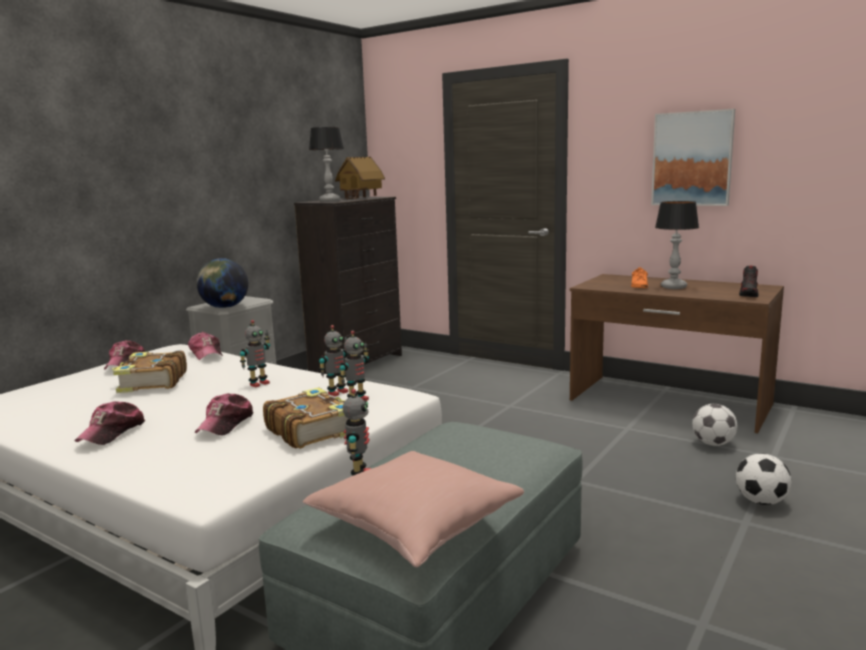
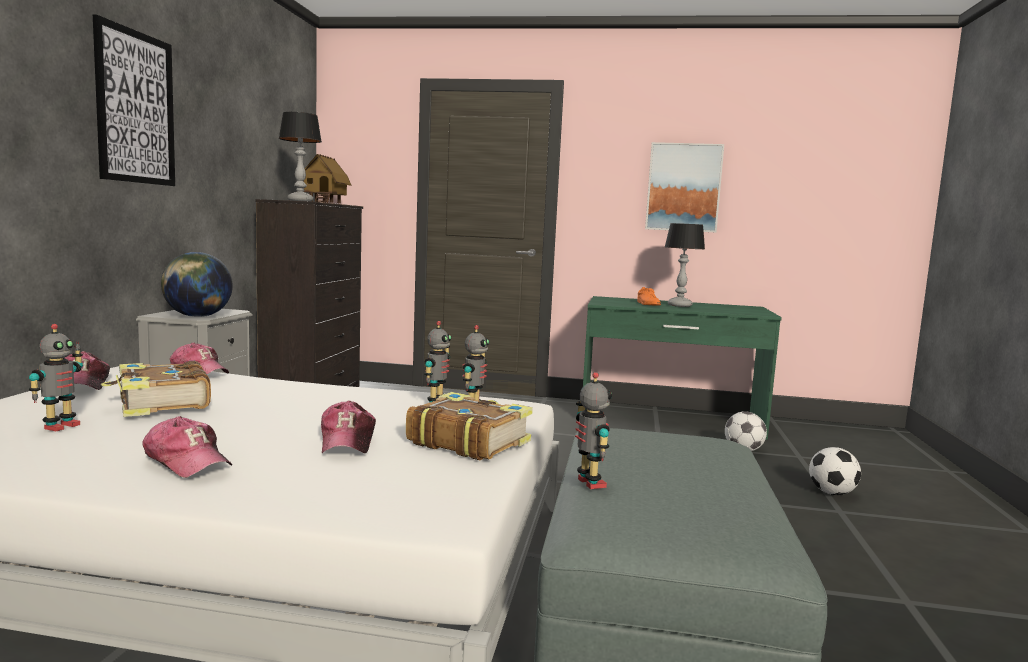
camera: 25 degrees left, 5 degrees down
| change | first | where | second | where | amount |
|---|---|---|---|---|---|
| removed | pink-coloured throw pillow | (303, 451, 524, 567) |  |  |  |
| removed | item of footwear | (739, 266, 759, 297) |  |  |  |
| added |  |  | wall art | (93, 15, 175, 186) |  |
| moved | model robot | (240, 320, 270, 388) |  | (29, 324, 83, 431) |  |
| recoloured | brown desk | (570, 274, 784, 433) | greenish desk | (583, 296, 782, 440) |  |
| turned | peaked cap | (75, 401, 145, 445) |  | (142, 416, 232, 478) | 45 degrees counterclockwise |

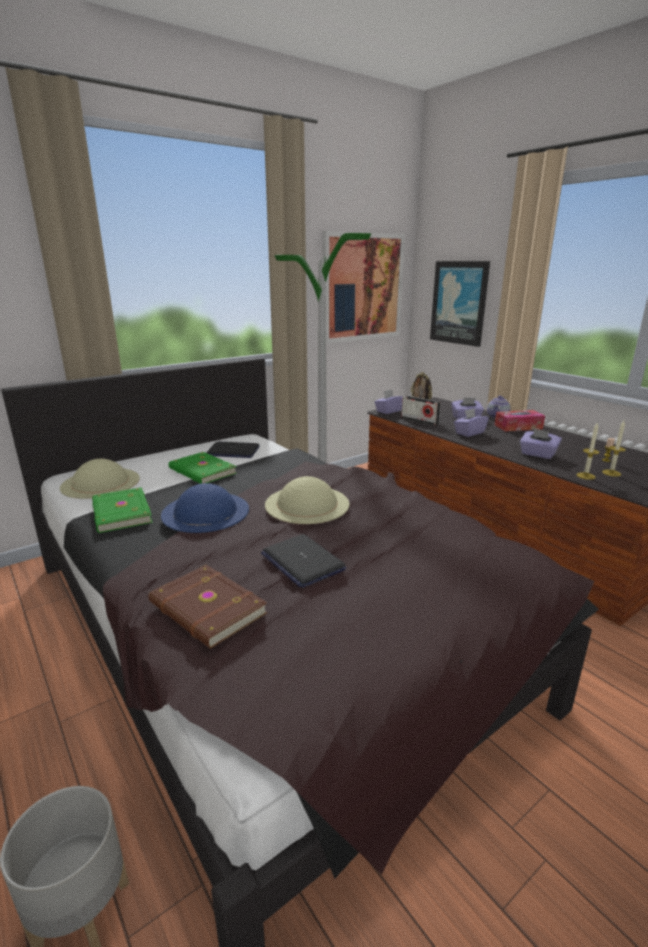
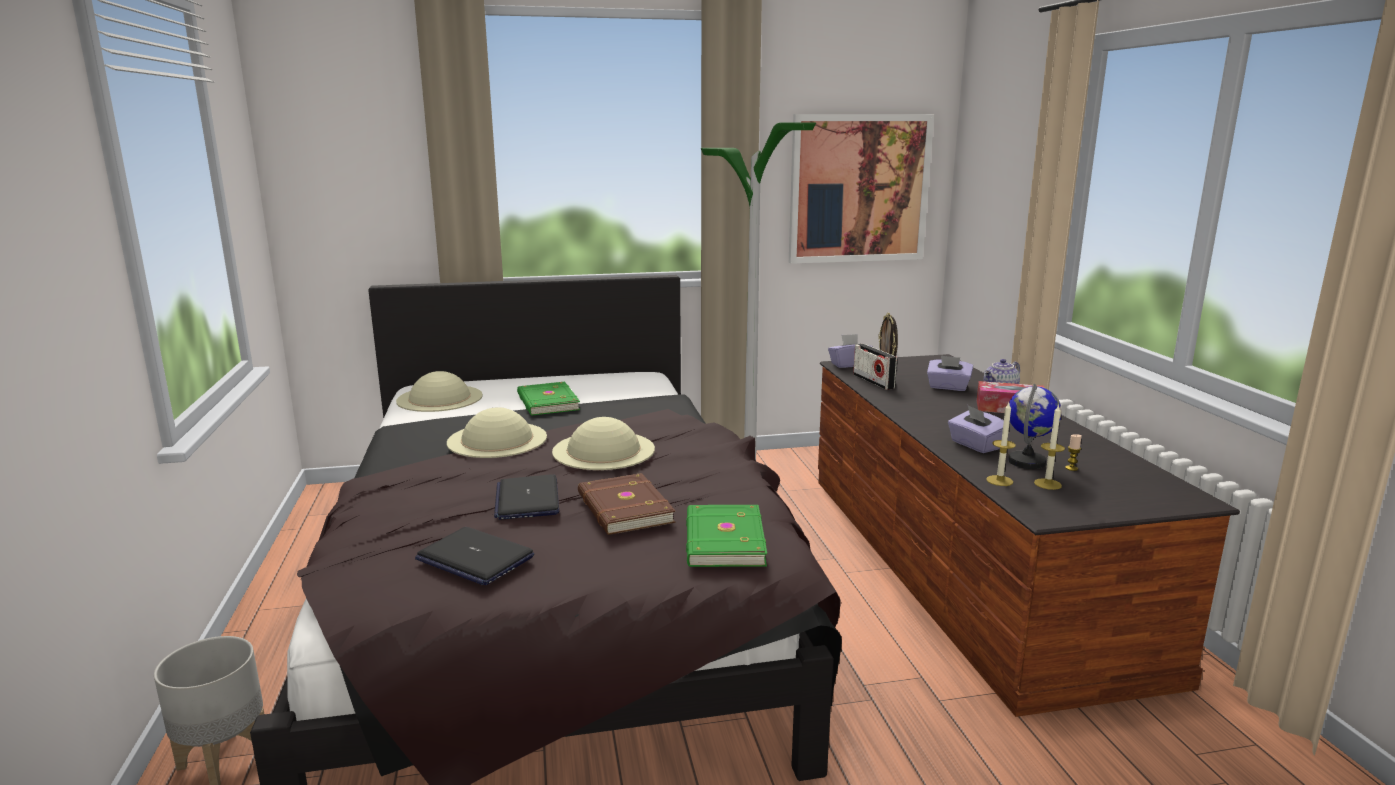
camera: 25 degrees right, 5 degrees down
| change | first | where | second | where | amount |
|---|---|---|---|---|---|
| removed | wall art | (430, 261, 490, 347) |  |  |  |
| removed | purplish box of tissues | (454, 408, 489, 437) |  |  |  |
| added |  |  | desk globe | (1008, 384, 1062, 469) |  |
| moved | greenish bound book | (92, 487, 153, 533) |  | (686, 505, 767, 567) |  |
| moved | brown bound book | (149, 565, 267, 649) |  | (578, 473, 676, 535) |  |
| moved | notebook computer | (206, 442, 259, 458) |  | (415, 527, 534, 585) |  |
| recoloured | blue clothing hat | (161, 483, 249, 533) | sand-coloured clothing hat | (447, 407, 547, 458) |  |

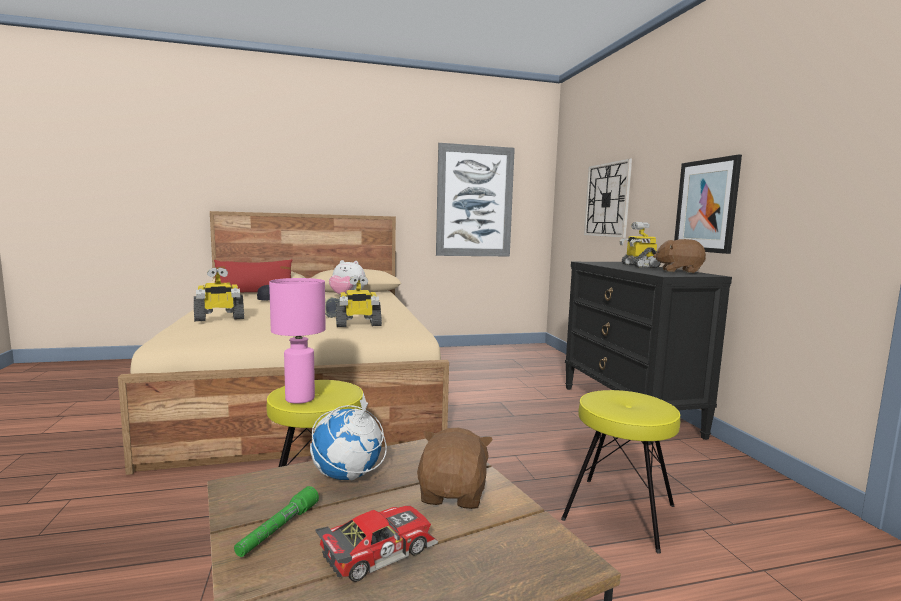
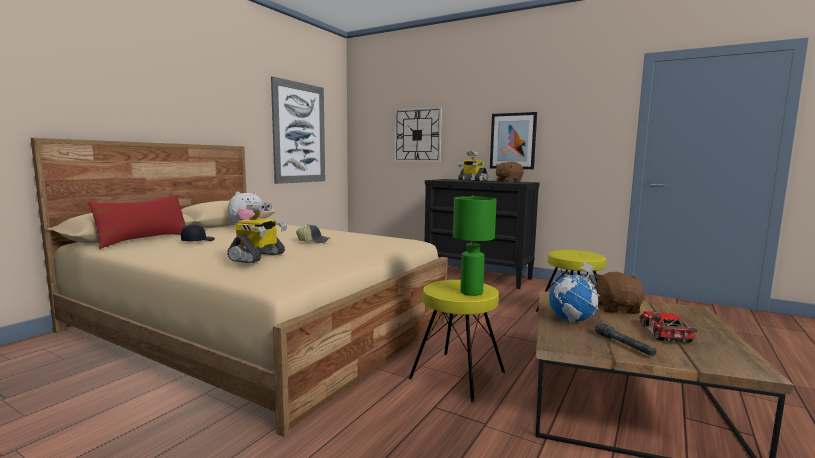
camera: 45 degrees left, 0 degrees up
| change | first | where | second | where | amount |
|---|---|---|---|---|---|
| removed | model robot | (336, 275, 382, 327) |  |  |  |
| recoloured | greenish flashlight | (234, 486, 319, 557) | grey flashlight | (595, 322, 657, 357) |  |
| recoloured | pink-coloured table lamp | (269, 278, 326, 404) | greenish table lamp | (453, 196, 497, 296) |  |
| turned | brown cuddly toy | (417, 428, 493, 509) |  | (594, 272, 644, 314) | 45 degrees clockwise |

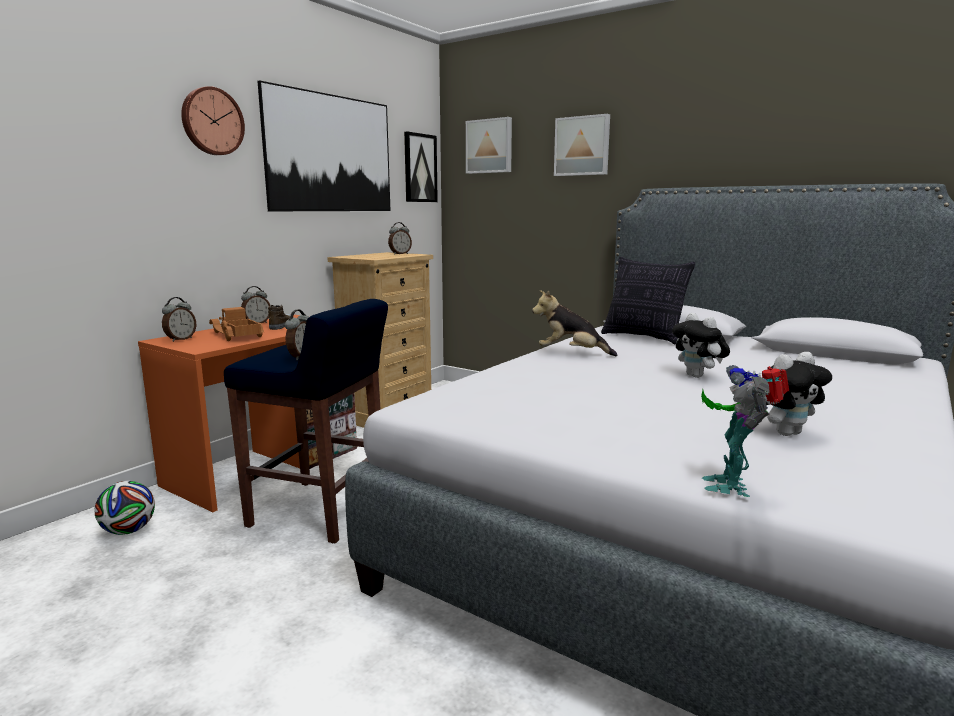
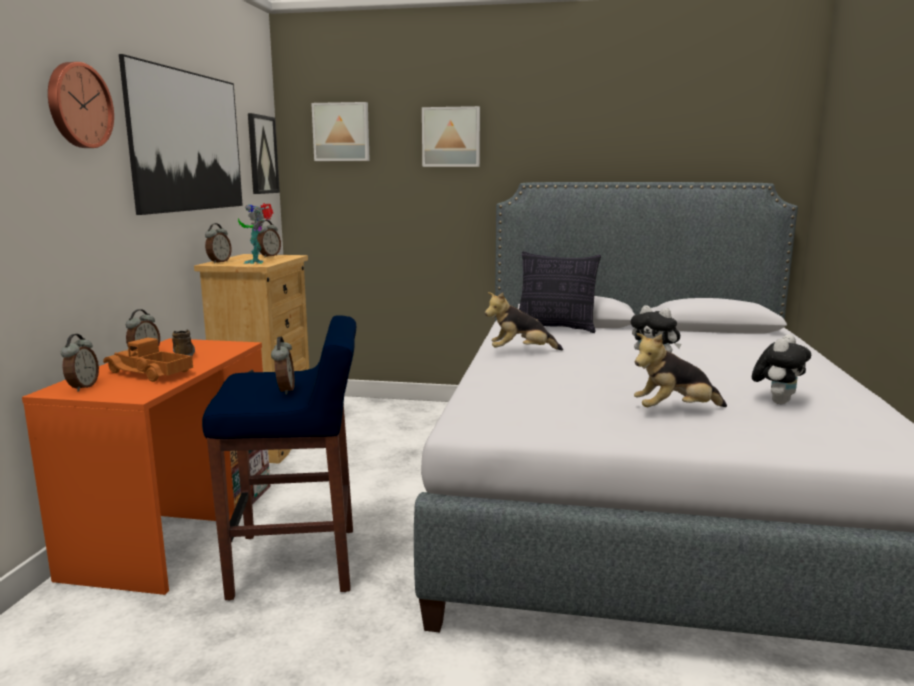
camera: 25 degrees left, 0 degrees up
| change | first | where | second | where | amount |
|---|---|---|---|---|---|
| removed | football ball | (95, 481, 155, 535) |  |  |  |
| added |  |  | alarm clock | (205, 223, 232, 263) |  |
| added |  |  | cuddly toy | (634, 333, 727, 407) |  |
| moved | model robot | (701, 365, 789, 497) |  | (238, 203, 273, 264) |  |

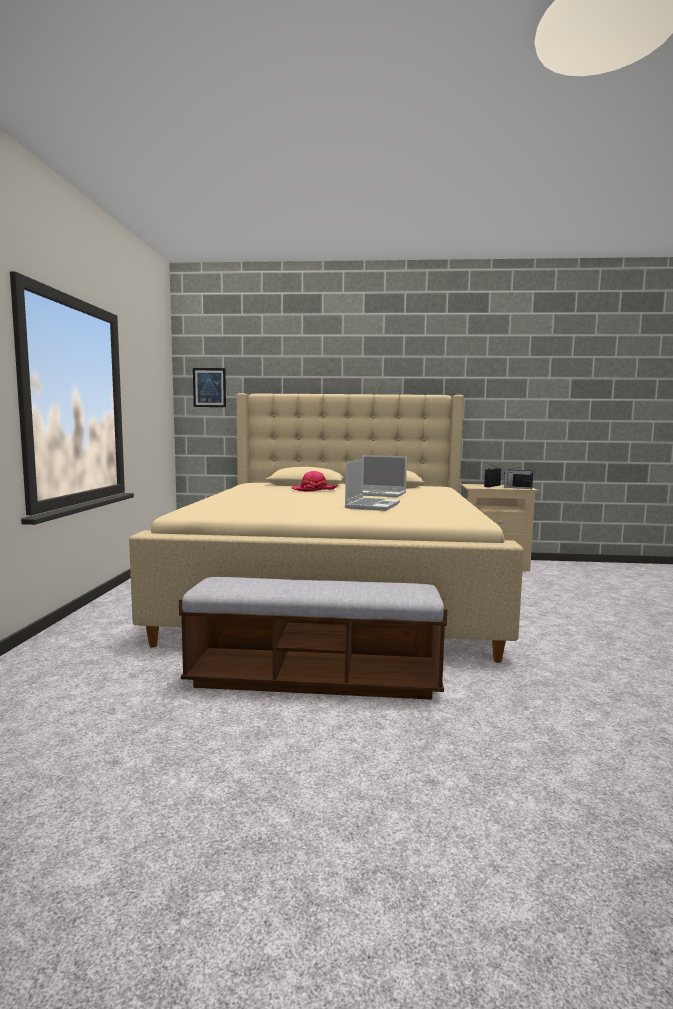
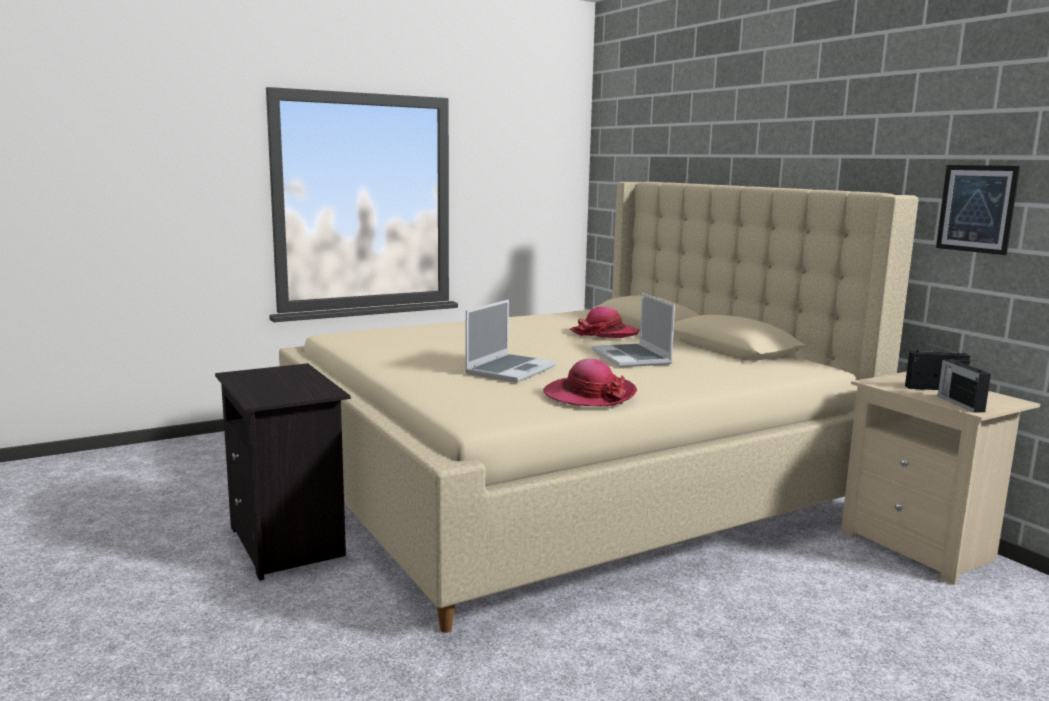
camera: 55 degrees right, 5 degrees up
| change | first | where | second | where | amount |
|---|---|---|---|---|---|
| added |  |  | clothing hat | (543, 358, 637, 406) |  |
| moved | wall art | (193, 368, 226, 407) |  | (936, 165, 1020, 255) |  |
| replaced | bench | (179, 577, 447, 700) | black nightstand | (215, 363, 351, 581) |  |
| turned | notebook computer | (345, 459, 400, 511) |  | (465, 299, 556, 383) | 45 degrees counterclockwise |

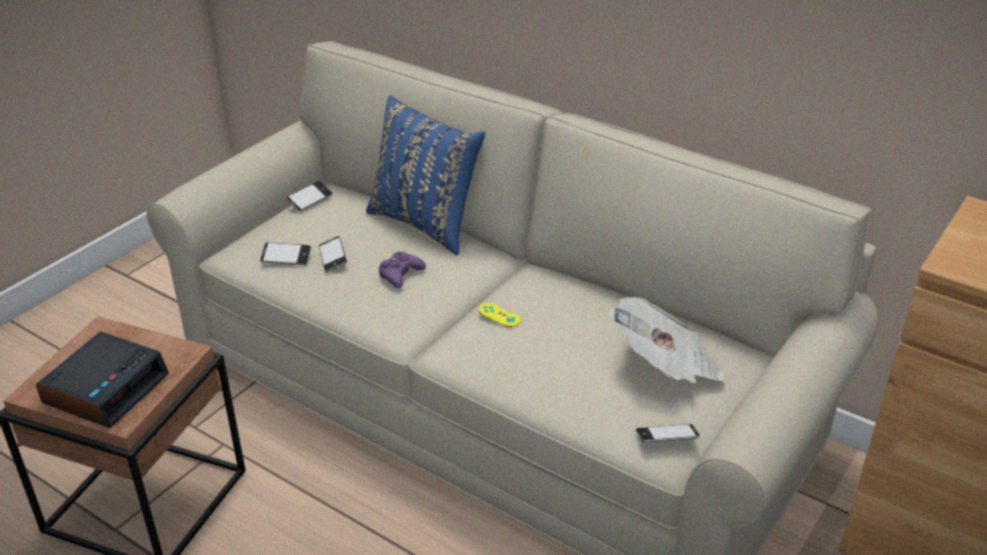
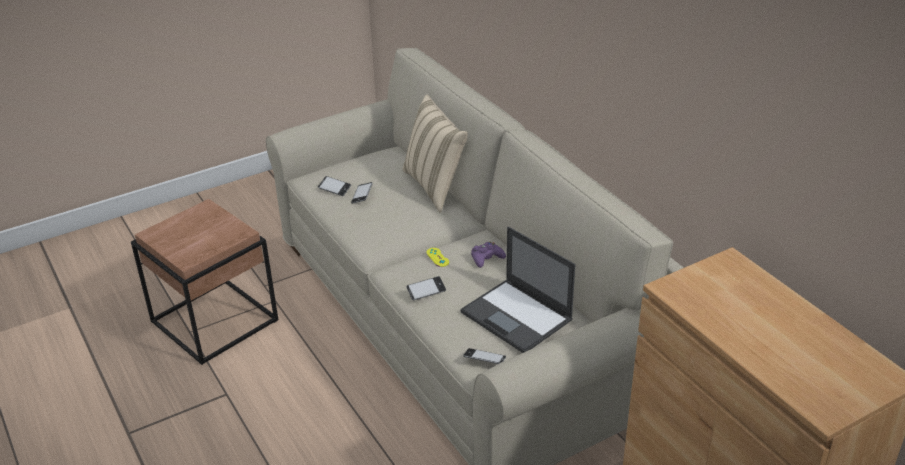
camera: 25 degrees right, 0 degrees up
| change | first | where | second | where | amount |
|---|---|---|---|---|---|
| removed | alarm clock | (36, 332, 169, 428) |  |  |  |
| moved | phone | (286, 181, 332, 211) |  | (406, 276, 446, 300) |  |
| moved | purplish joypad | (379, 251, 426, 288) |  | (471, 242, 506, 268) |  |
| replaced | printed paper | (608, 297, 726, 384) | notebook computer | (460, 227, 576, 353) |  |
| recoloured | blue throw pillow | (366, 96, 485, 255) | sand-coloured throw pillow | (402, 94, 468, 212) |  |

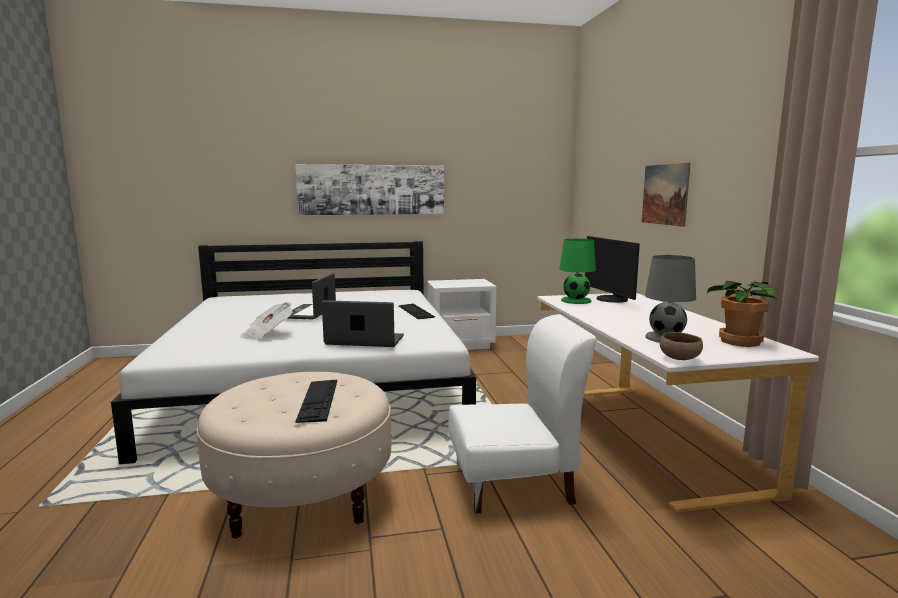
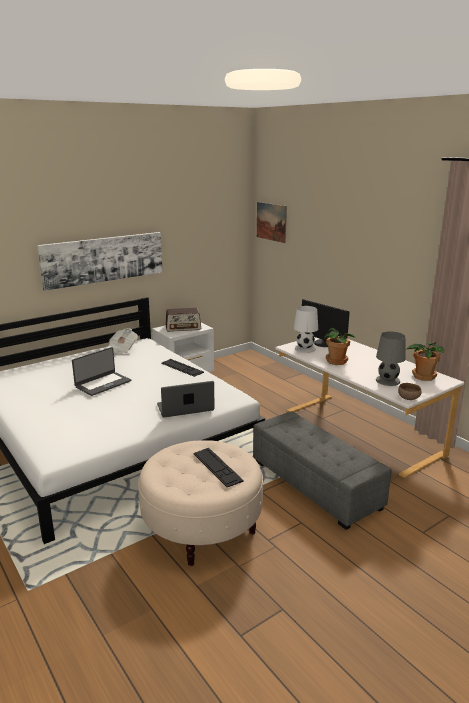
camera: 25 degrees left, 10 degrees up
| change | first | where | second | where | amount |
|---|---|---|---|---|---|
| added |  |  | radio | (165, 308, 201, 332) |  |
| added |  |  | plant in a pot | (324, 328, 356, 365) |  |
| moved | printed paper | (240, 302, 292, 339) |  | (108, 328, 138, 355) |  |
| moved | wall art | (642, 163, 690, 227) |  | (257, 202, 287, 243) |  |
| replaced | white plain chair | (448, 314, 596, 514) | grey pouffe | (253, 411, 392, 530) |  |
| recoloured | greenish table lamp | (559, 239, 596, 304) | white table lamp | (294, 306, 318, 353) |  |
| turned | notebook computer | (287, 273, 336, 319) |  | (72, 347, 131, 396) | 120 degrees counterclockwise |

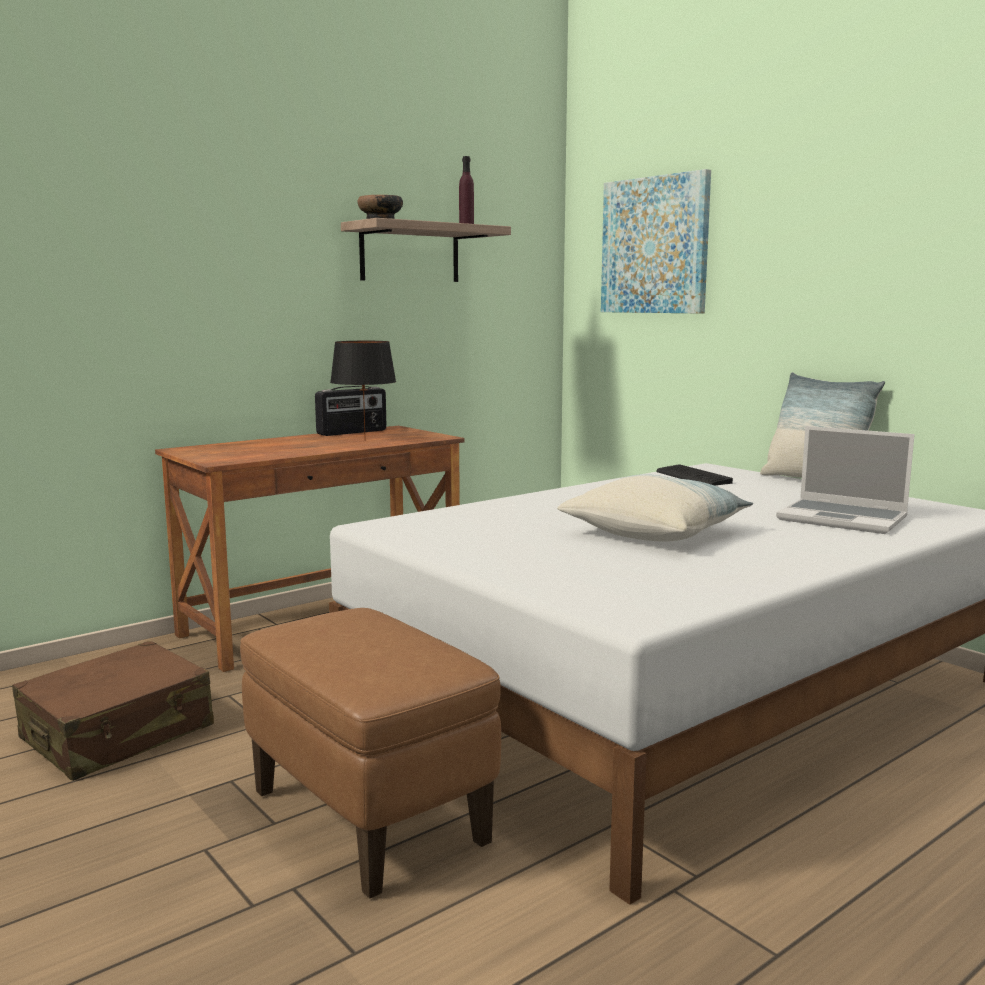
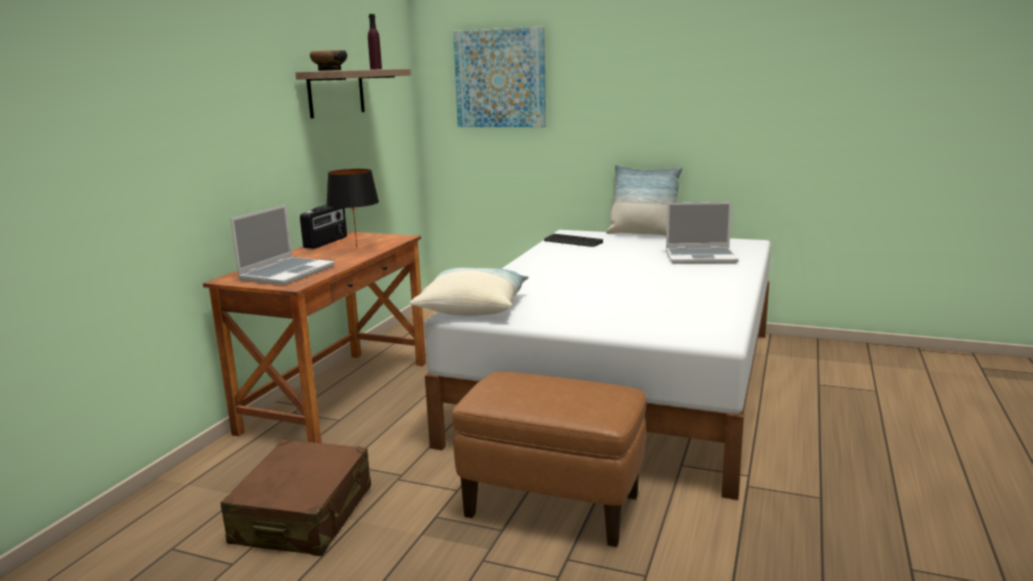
camera: 30 degrees left, 5 degrees up
| change | first | where | second | where | amount |
|---|---|---|---|---|---|
| added |  |  | notebook computer | (230, 205, 335, 285) |  |
| moved | throw pillow | (557, 474, 753, 541) |  | (410, 267, 529, 316) |  |

